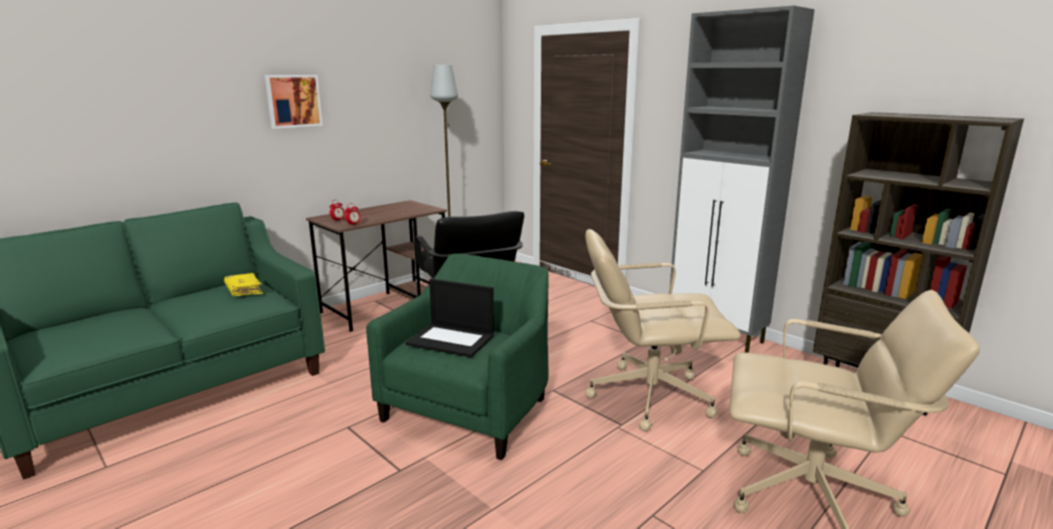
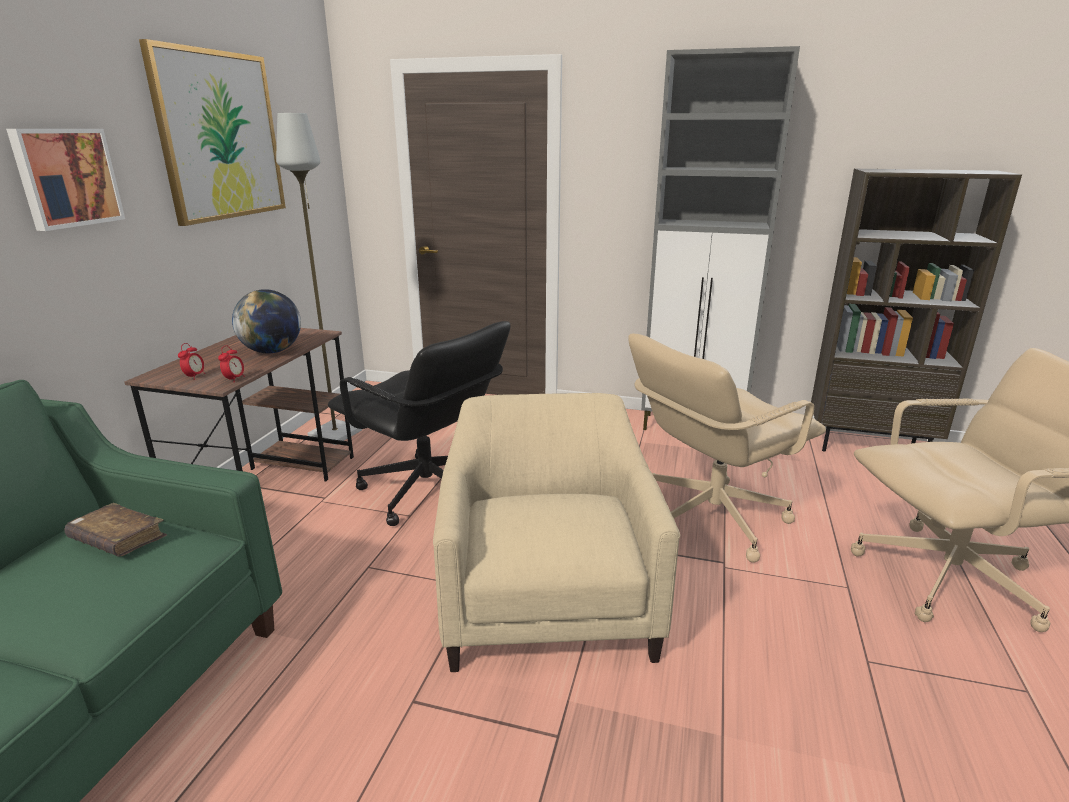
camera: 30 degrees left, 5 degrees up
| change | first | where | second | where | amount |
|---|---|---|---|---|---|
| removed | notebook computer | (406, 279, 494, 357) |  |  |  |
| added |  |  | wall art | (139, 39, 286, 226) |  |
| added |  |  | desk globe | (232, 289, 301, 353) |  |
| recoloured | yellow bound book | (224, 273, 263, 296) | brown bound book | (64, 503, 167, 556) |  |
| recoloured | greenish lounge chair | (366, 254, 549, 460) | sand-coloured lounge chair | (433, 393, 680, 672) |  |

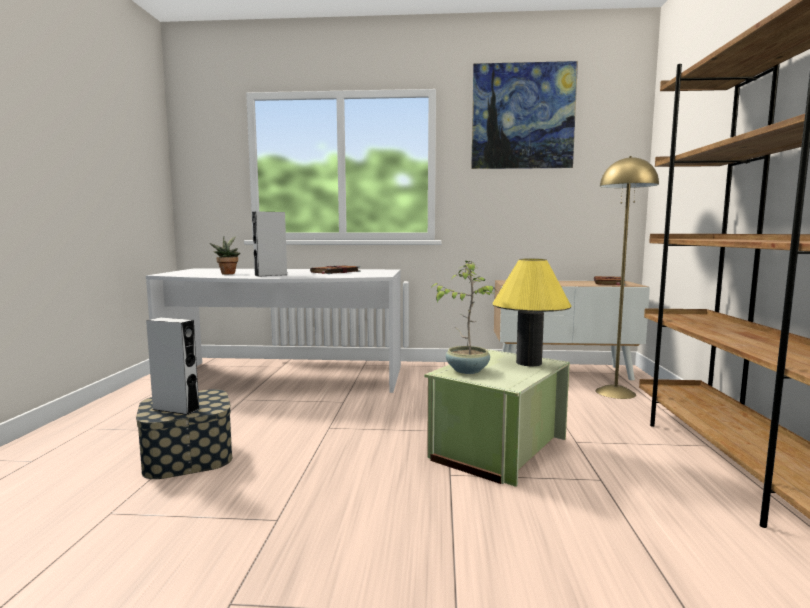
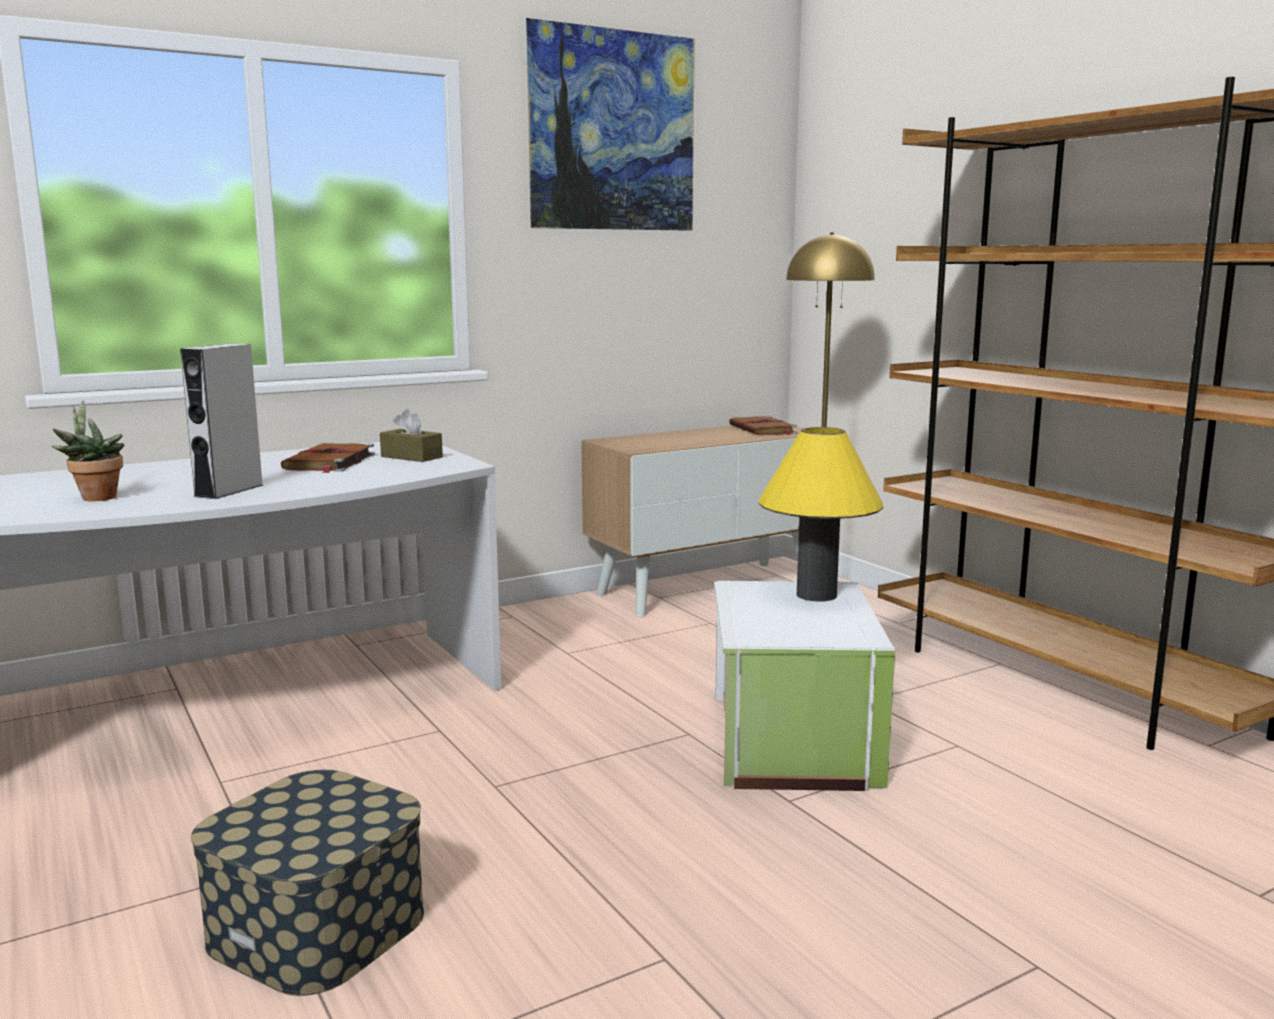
camera: 35 degrees left, 5 degrees up
| change | first | where | second | where | amount |
|---|---|---|---|---|---|
| removed | grey audio speaker | (146, 318, 199, 415) |  |  |  |
| removed | plant in a pot | (430, 261, 495, 374) |  |  |  |
| added |  |  | brown box of tissues | (380, 409, 443, 462) |  |
| recoloured | greenish storage box | (425, 350, 570, 487) | white storage box | (715, 581, 896, 791) |  |

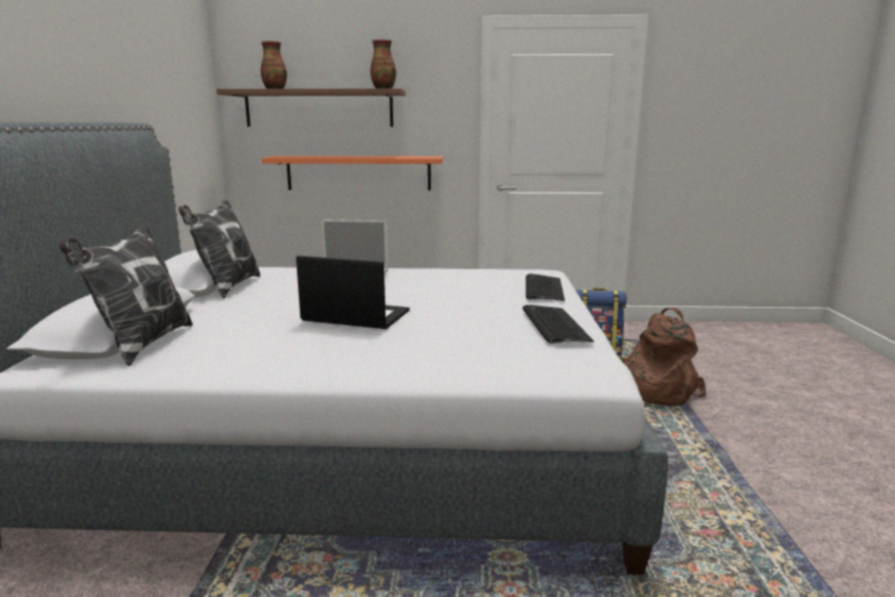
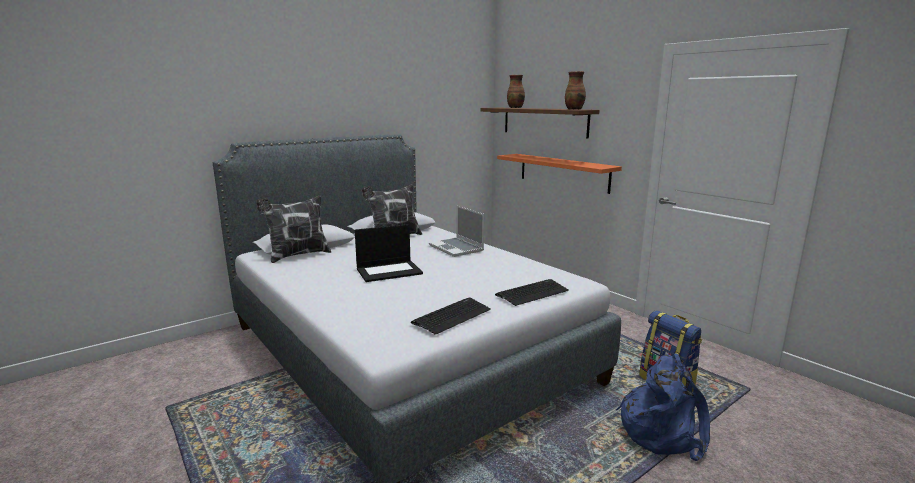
camera: 50 degrees right, 0 degrees up
| change | first | where | second | where | amount |
|---|---|---|---|---|---|
| recoloured | brown backpack | (620, 307, 706, 406) | blue backpack | (616, 353, 710, 461) |  |
| turned | notebook computer | (296, 256, 409, 329) |  | (355, 224, 423, 282) | 90 degrees clockwise |

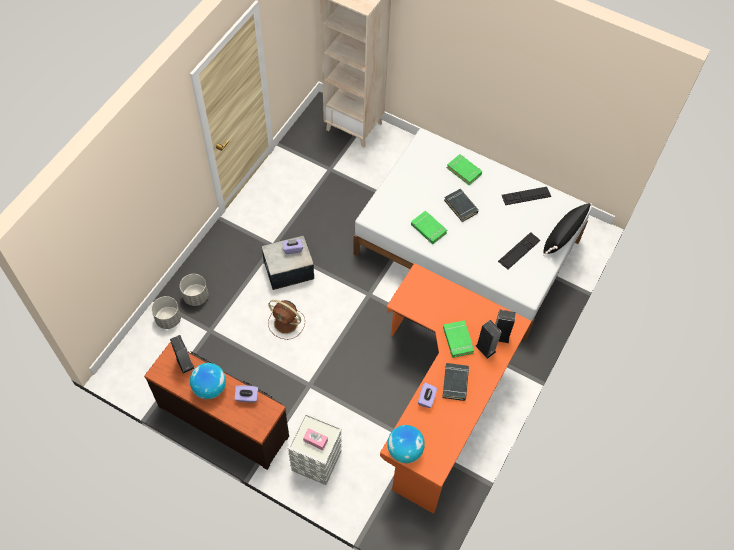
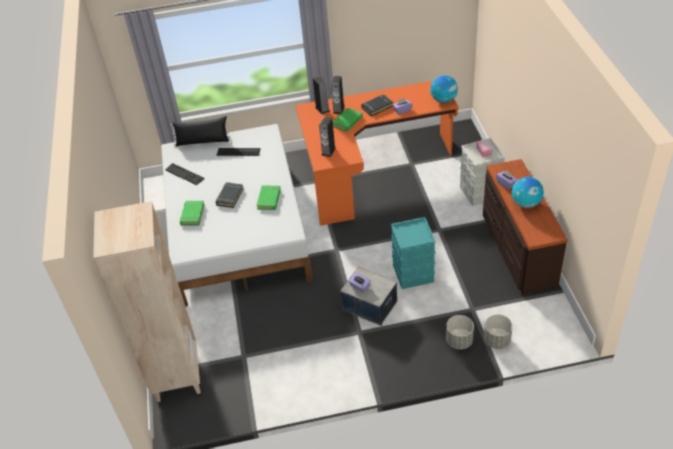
camera: 125 degrees left, 15 degrees down
| change | first | where | second | where | amount |
|---|---|---|---|---|---|
| moved | audio speaker | (170, 335, 195, 374) |  | (319, 117, 336, 157) |  |
| replaced | brown fan | (268, 300, 305, 340) | turquoise storage box | (391, 217, 436, 289) |  |

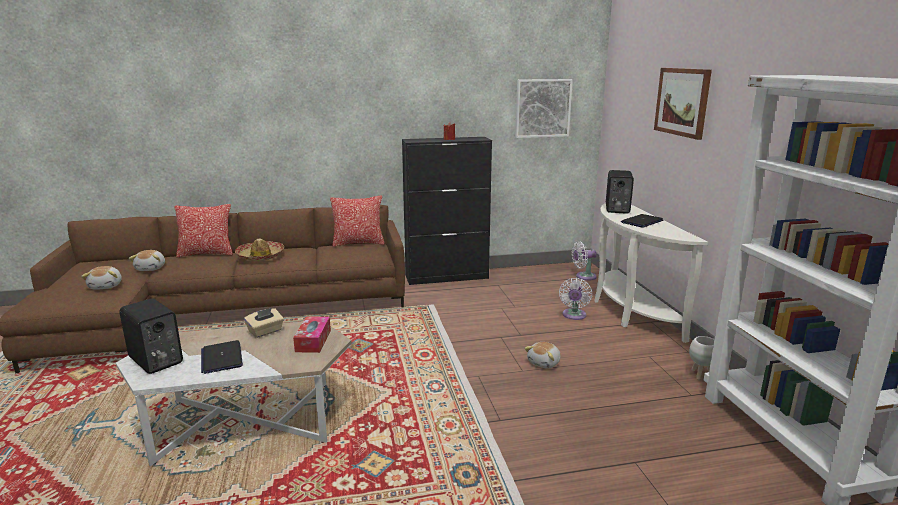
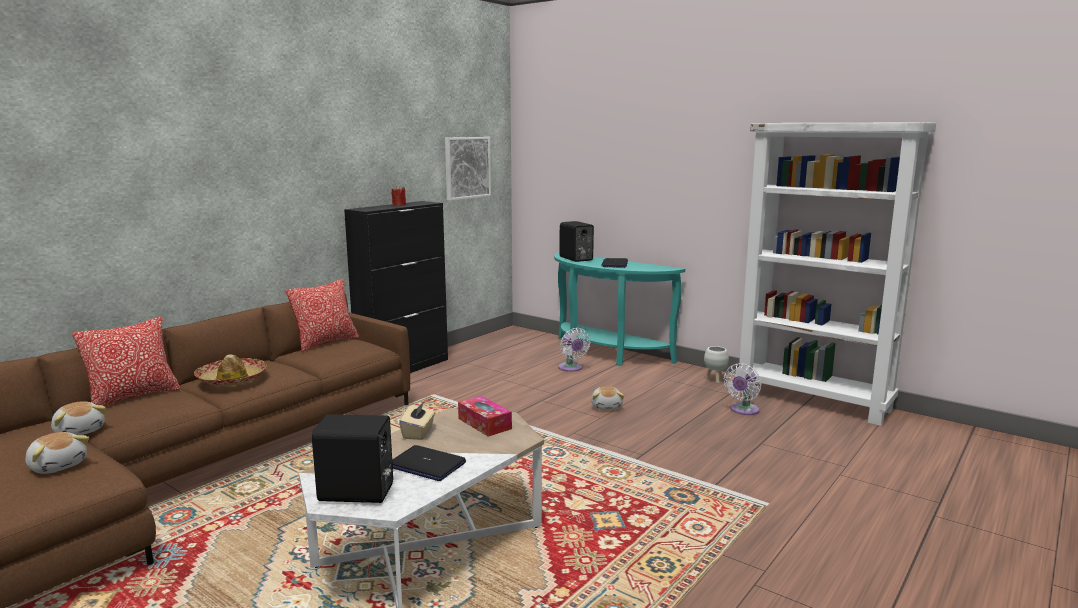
camera: 40 degrees left, 5 degrees down
| change | first | where | second | where | amount |
|---|---|---|---|---|---|
| removed | wall art | (654, 68, 712, 140) |  |  |  |
| moved | white fan | (572, 241, 597, 280) |  | (724, 363, 761, 415) |  |
| recoloured | white narrow table | (594, 203, 708, 343) | turquoise narrow table | (554, 252, 685, 366) |  |

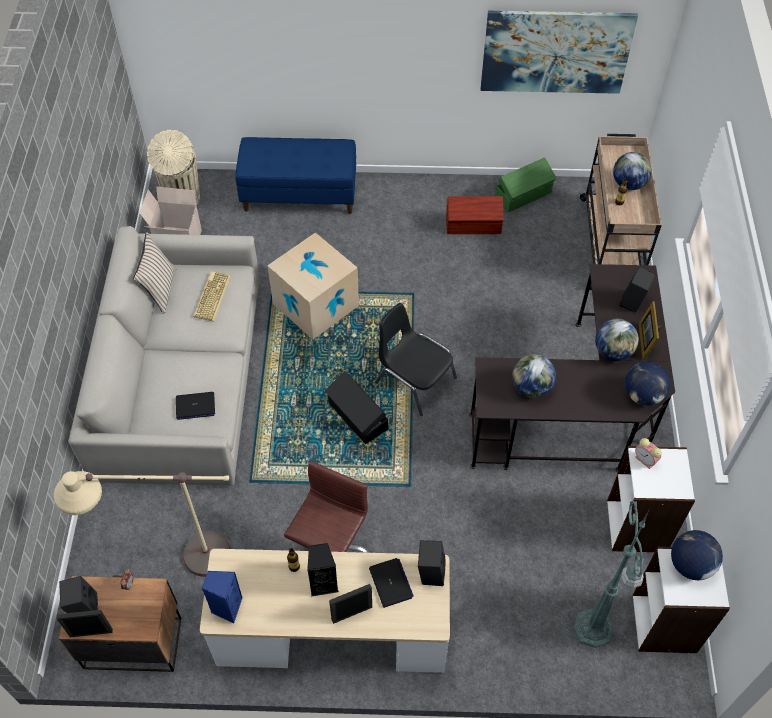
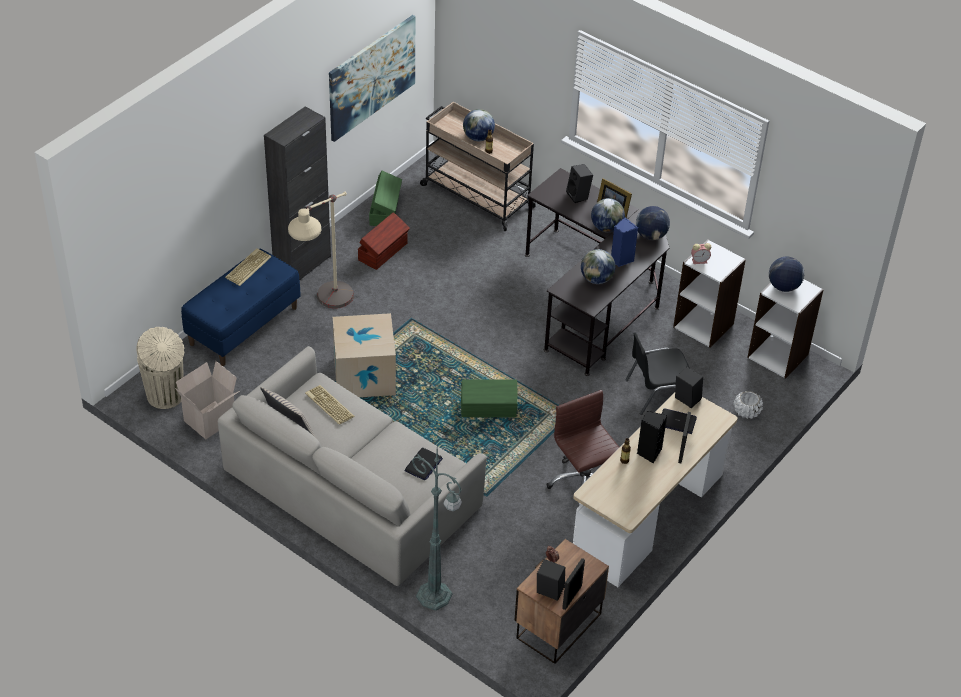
camera: 55 degrees left, 10 degrees down
| change | first | where | second | where | amount |
|---|---|---|---|---|---|
| added |  |  | computer keyboard | (225, 248, 271, 286) |  |
| added |  |  | black storage cabinet | (264, 106, 331, 280) |  |
| added |  |  | white flower pot | (734, 391, 763, 419) |  |
| moved | sand-coloured standard lamp | (54, 471, 230, 577) |  | (288, 192, 354, 308) |  |
| moved | blue audio speaker | (202, 571, 243, 623) |  | (611, 217, 638, 267) |  |
| moved | black plain chair | (375, 303, 457, 416) |  | (625, 332, 689, 415) |  |
| moved | greenish standard lamp | (574, 501, 649, 648) |  | (412, 447, 462, 611) |  |
| recoloured | black storage box | (325, 371, 388, 444) | greenish storage box | (461, 379, 518, 417) |  |

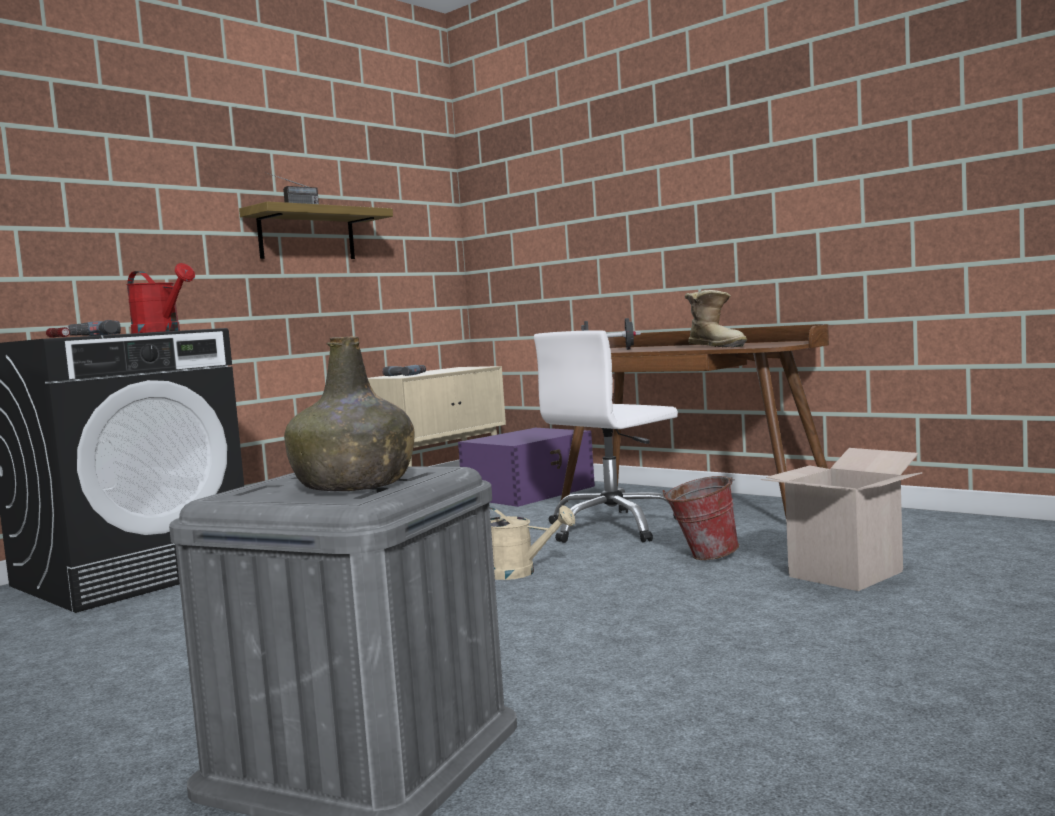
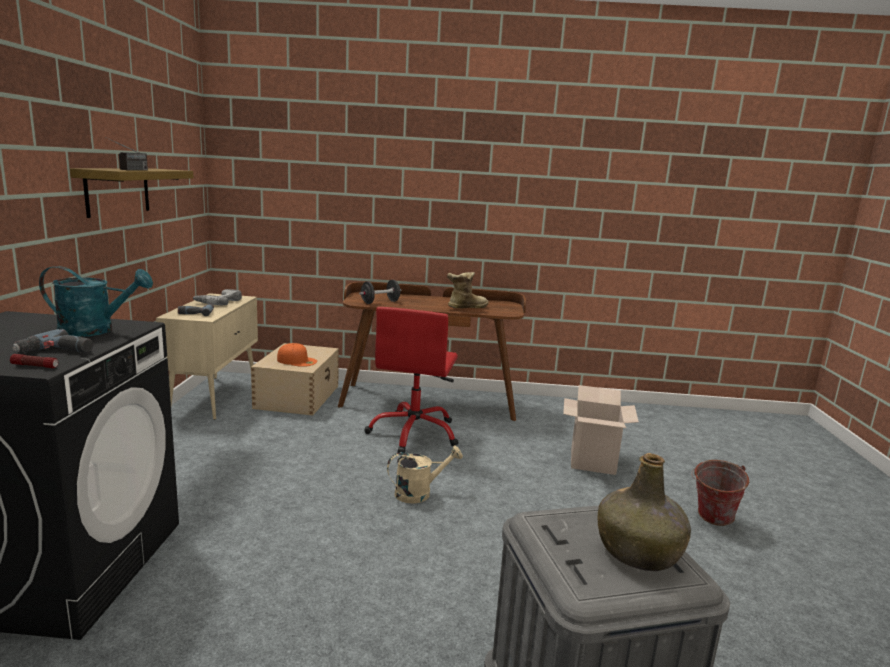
camera: 40 degrees left, 10 degrees up
| change | first | where | second | where | amount |
|---|---|---|---|---|---|
| added |  |  | electric drill | (193, 289, 242, 305) |  |
| added |  |  | orange-coloured peaked cap | (277, 343, 317, 367) |  |
| moved | pail | (662, 476, 739, 560) |  | (691, 460, 749, 526) |  |
| recoloured | red-coloured watering pot | (127, 263, 195, 334) | turquoise watering pot | (39, 266, 153, 337) |  |
| recoloured | purplish storage box | (458, 428, 595, 507) | sand-coloured storage box | (251, 343, 339, 415) |  |
| recoloured | white computer chair | (534, 330, 678, 543) | red-coloured computer chair | (365, 307, 459, 453) |  |
| turned | high-top boot | (685, 290, 747, 347) |  | (447, 272, 489, 308) | 60 degrees counterclockwise |

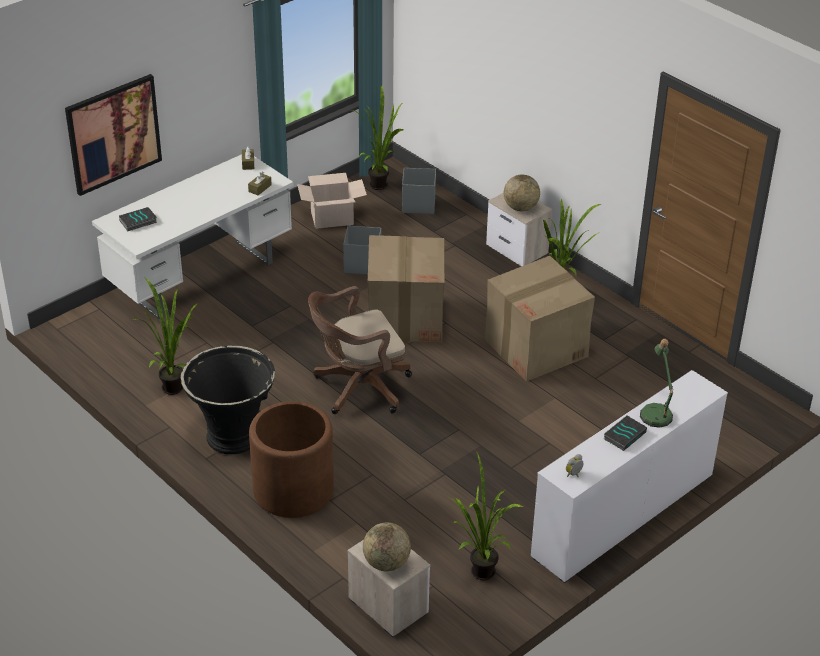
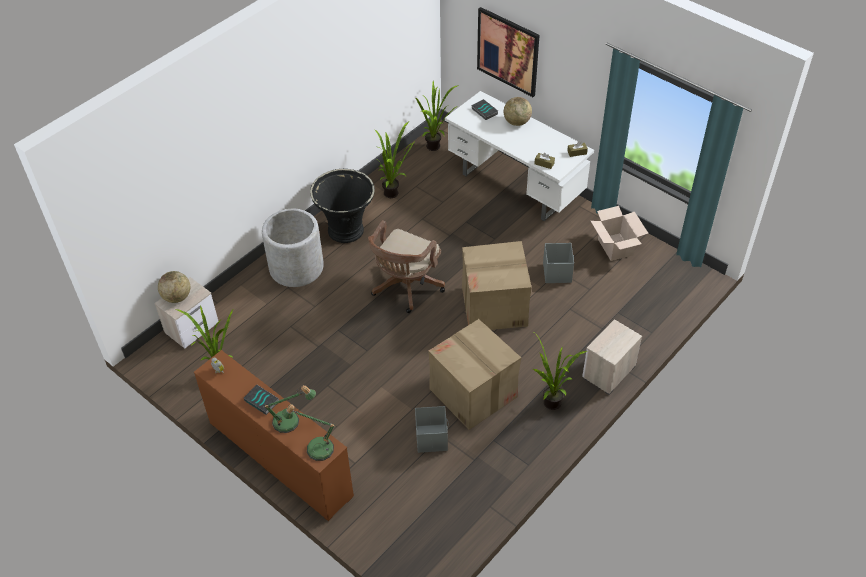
camera: 85 degrees right, 10 degrees up
| change | first | where | second | where | amount |
|---|---|---|---|---|---|
| added |  |  | table lamp | (282, 404, 336, 461) |  |
| moved | plant in a pot | (351, 86, 404, 190) |  | (415, 81, 459, 151) |  |
| moved | grey storage box | (402, 168, 436, 214) |  | (415, 406, 448, 453) |  |
| moved | desk globe | (504, 175, 540, 211) |  | (504, 97, 532, 126) |  |
| recoloured | brown flower pot | (249, 401, 334, 518) | grey flower pot | (262, 209, 324, 287) |  |
| recoloured | white chest of drawers | (531, 370, 728, 583) | brown chest of drawers | (194, 350, 354, 521) |  |
| turned | brown computer chair | (308, 286, 412, 414) |  | (368, 220, 445, 313) | 120 degrees counterclockwise |

